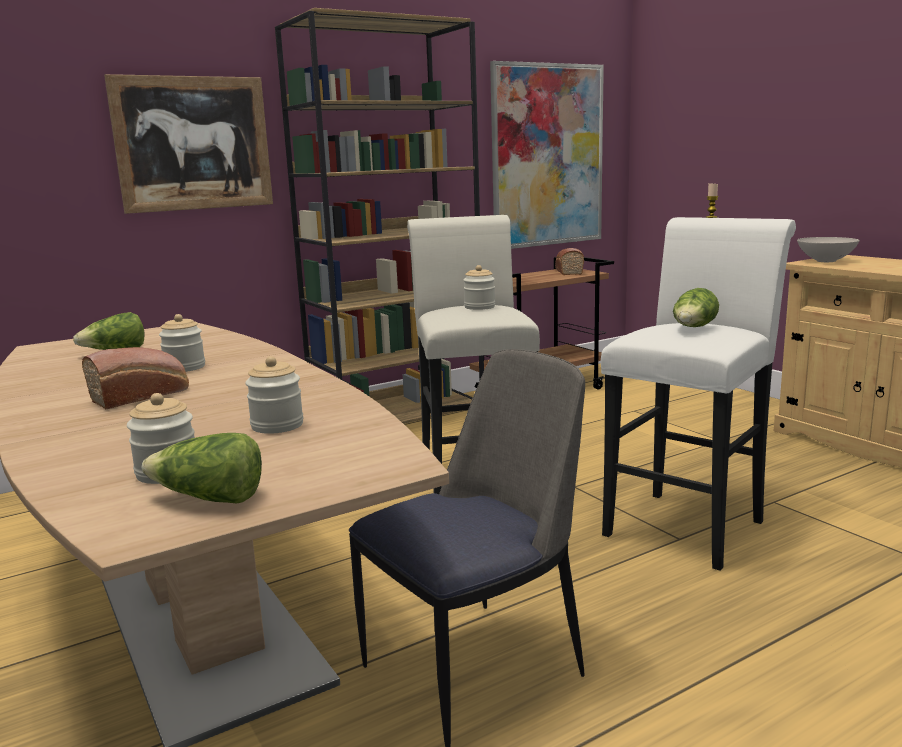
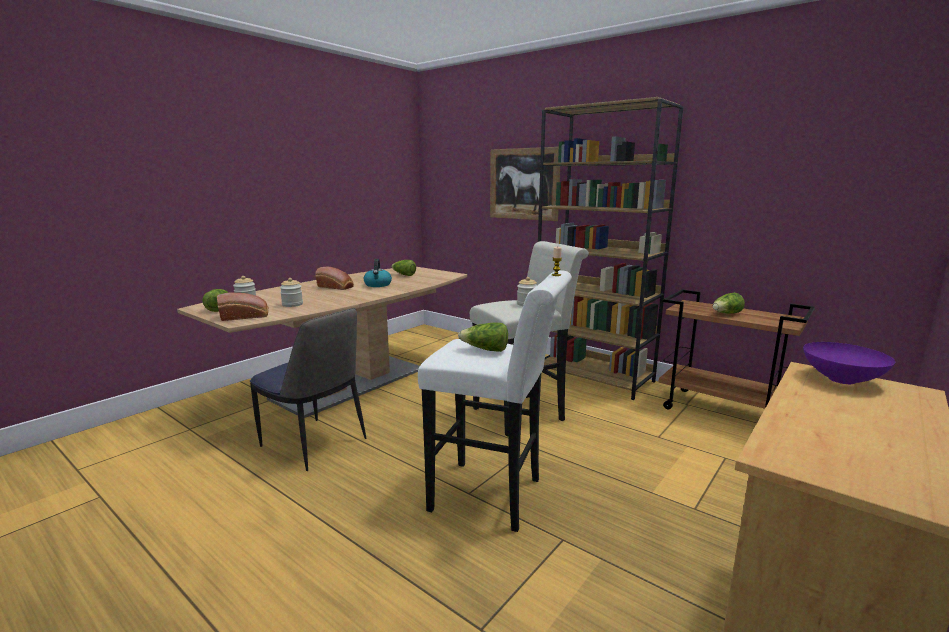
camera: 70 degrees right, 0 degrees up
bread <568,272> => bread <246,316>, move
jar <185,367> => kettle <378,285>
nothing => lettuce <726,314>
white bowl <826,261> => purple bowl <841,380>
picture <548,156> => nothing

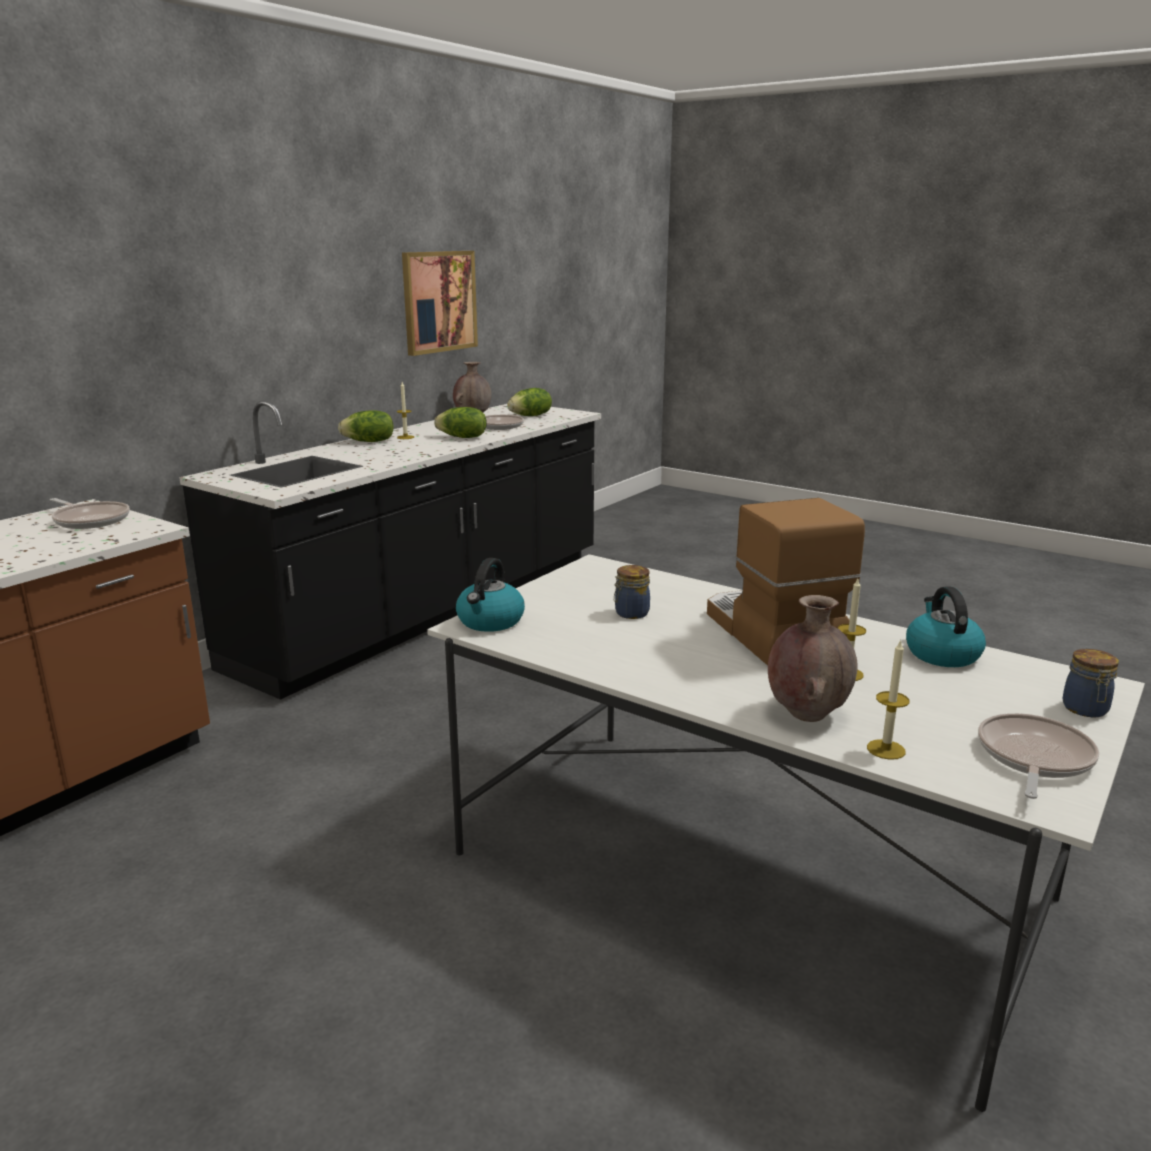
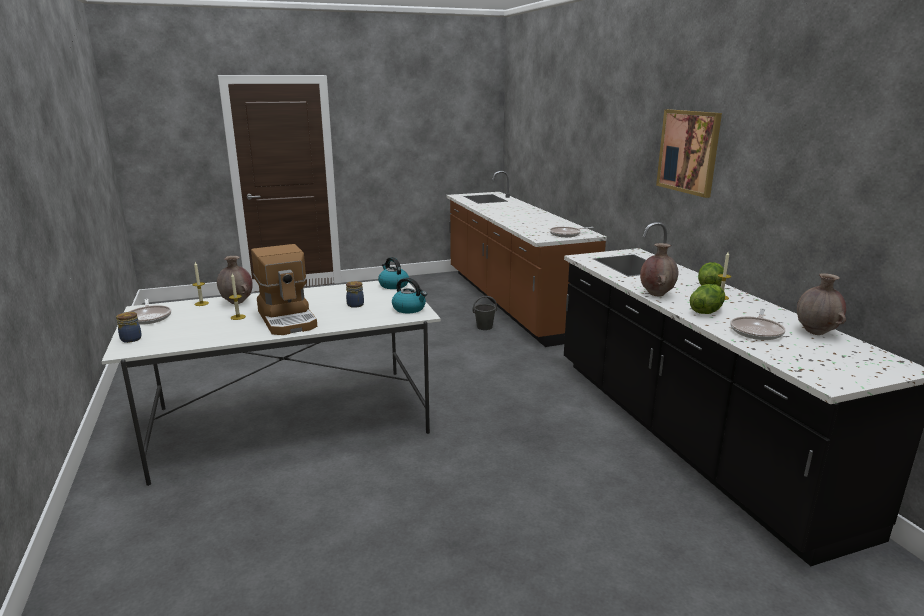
camera: 125 degrees right, 0 degrees up
coffee machine <771,633> => coffee machine <288,319>, 45 degrees clockwise
kettle <941,654> => kettle <409,309>, move
nothing => grey bucket <484,327>
nothing => brown vase <656,294>
picture <439,301> => picture <689,151>, move
lettuce <531,416> => nothing

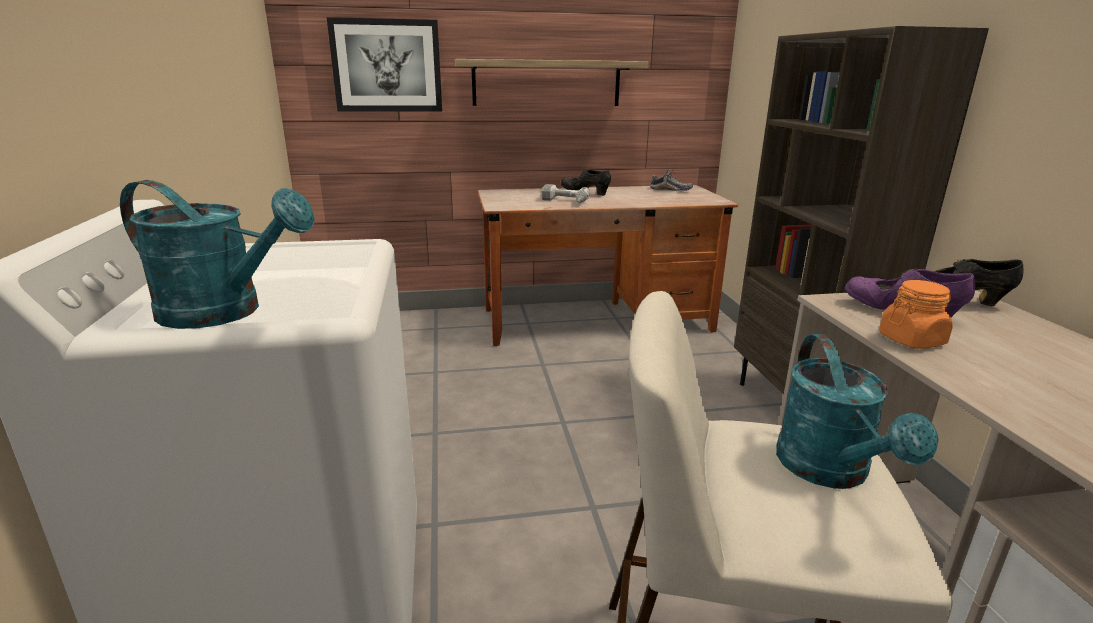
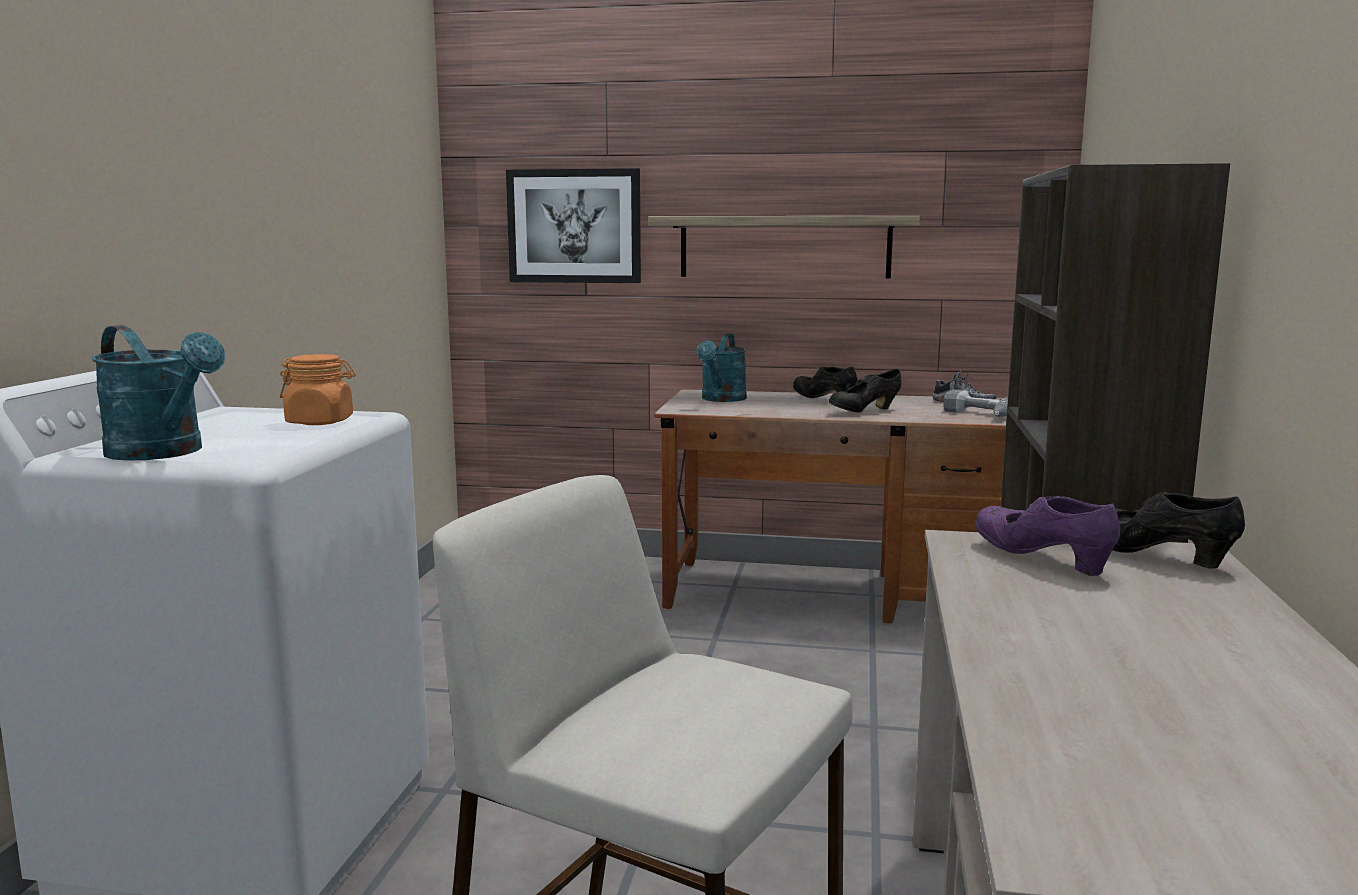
camera: 20 degrees right, 10 degrees down
orange jar <911,340> => orange jar <320,422>, move
turquoise watering can <830,472> => turquoise watering can <721,399>, move
nothing => black shoe <864,412>
power drill <564,201> => power drill <978,414>, move

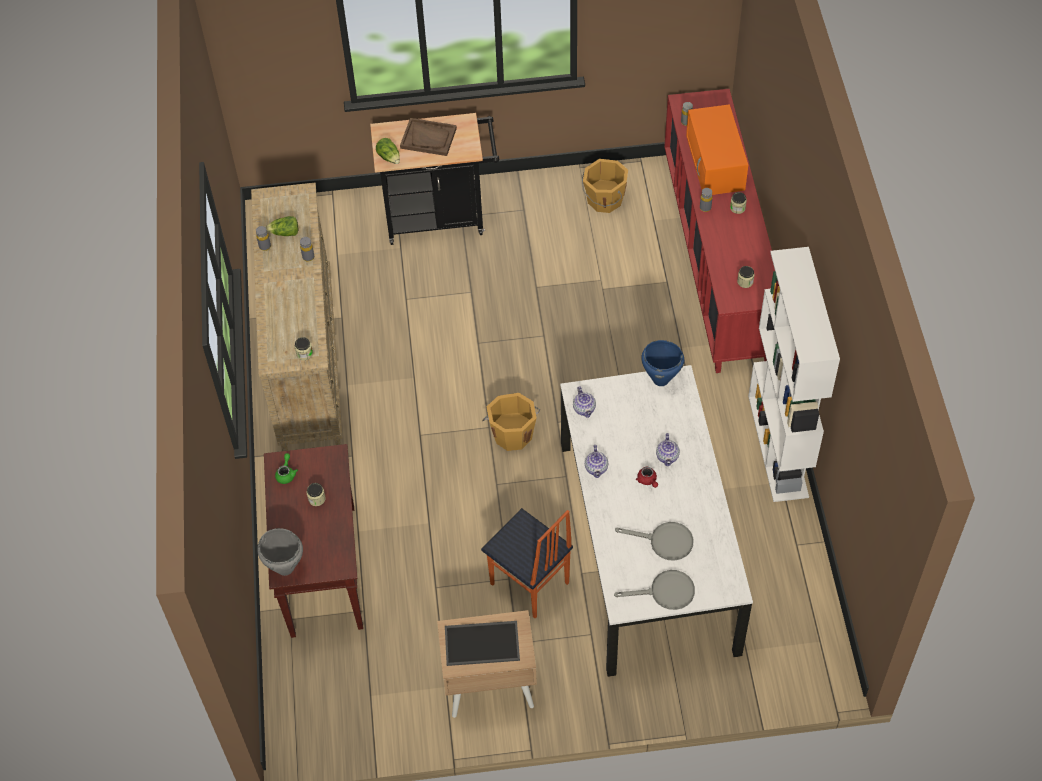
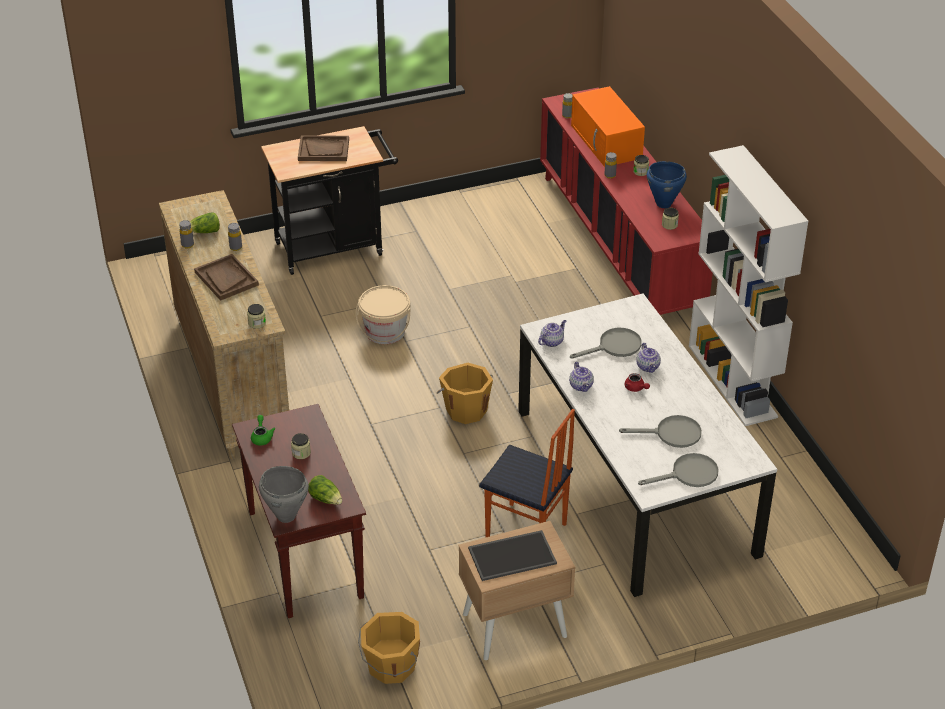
camera: 15 degrees left, 15 degrees down
nothing => brown tray <226,279>
lettuce <389,157> => lettuce <326,499>, move
nothing => beige bucket <385,332>
orange bucket <604,200> => orange bucket <391,666>, move
teapot <584,409> => teapot <552,341>, 105 degrees counterclockwise
nothing => grey frying pan <614,347>
blue cooking pot <660,379> => blue cooking pot <663,203>, move

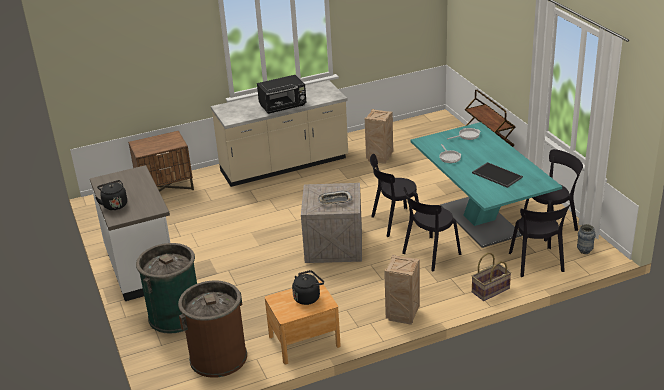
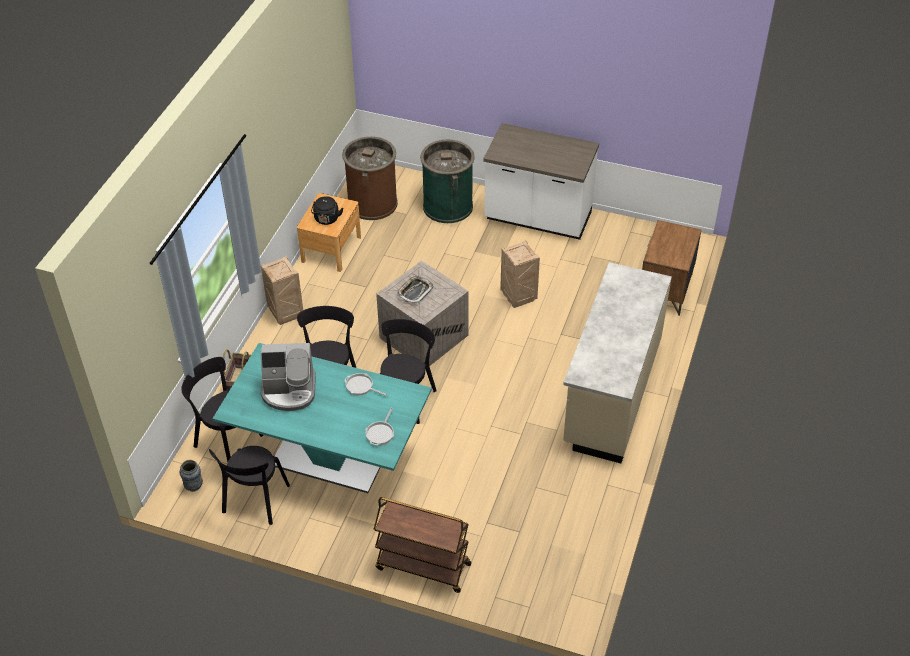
camera: 130 degrees right, 15 degrees up
tray <496,175> => coffee machine <289,391>
crate <379,157> => crate <519,297>, move
black kettle <114,204> => nothing
black microwave <283,106> => nothing

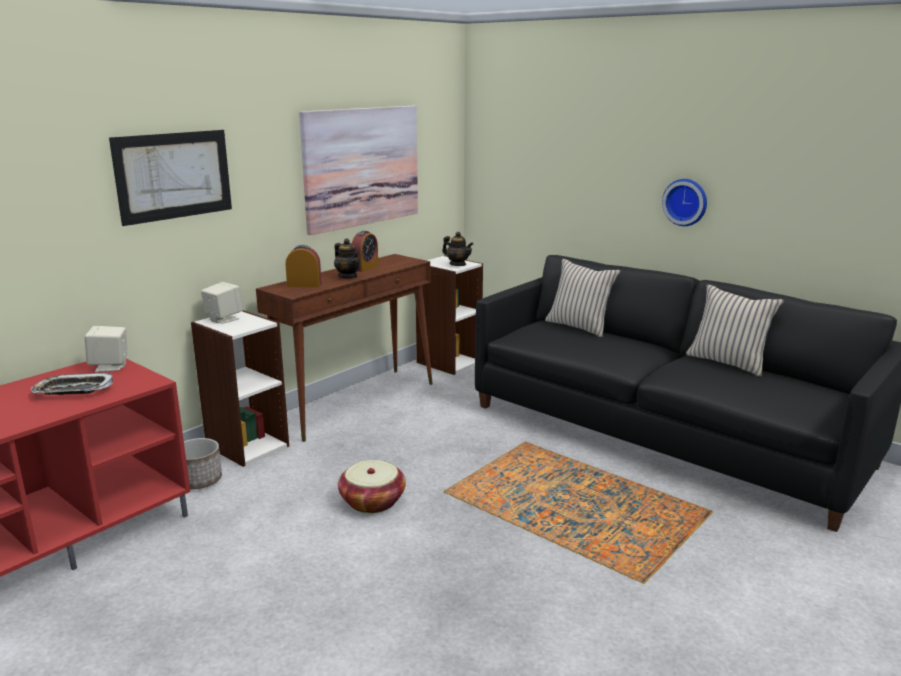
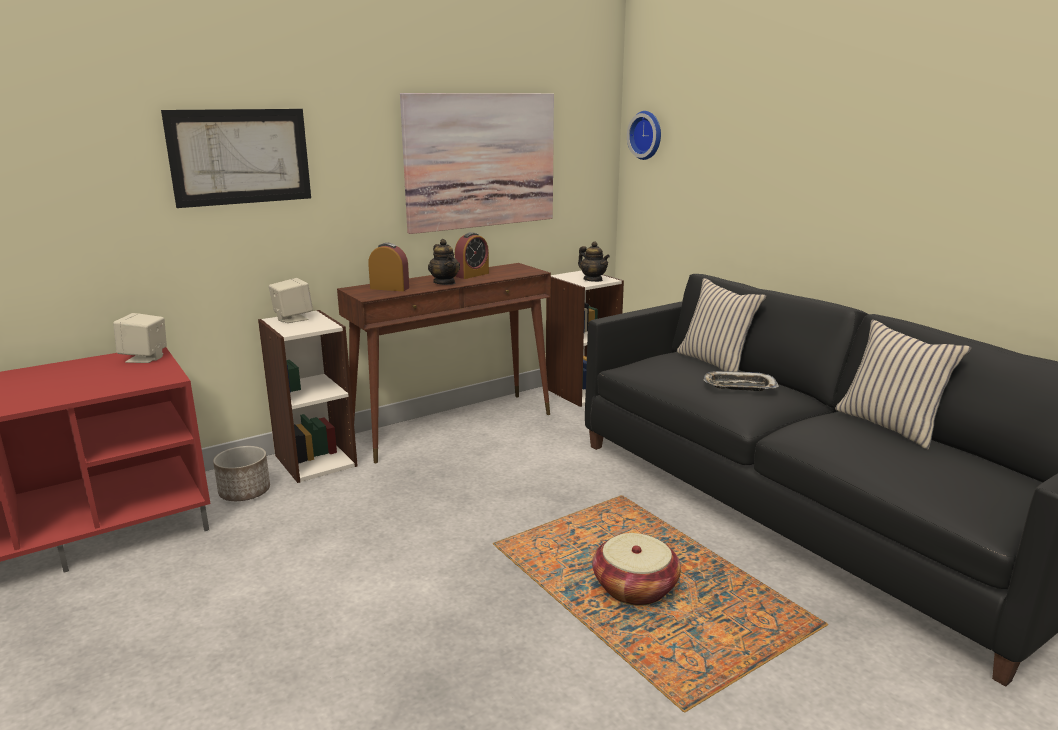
camera: 15 degrees right, 0 degrees up
basket <372,501> => basket <635,588>, move
wall clock <686,202> => wall clock <647,135>, move
tray <73,390> => tray <739,386>, move

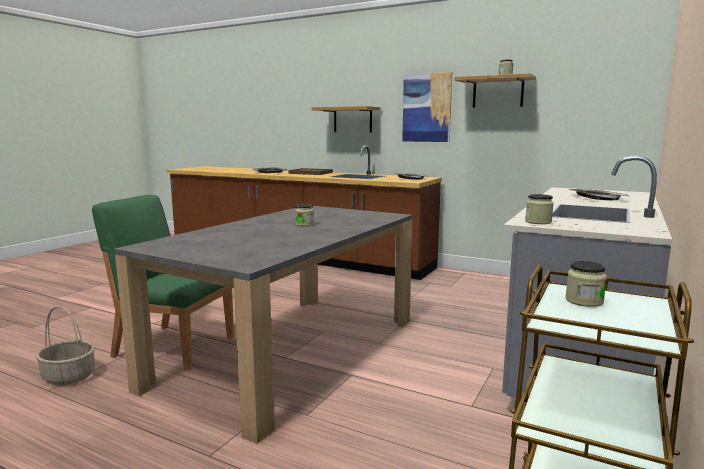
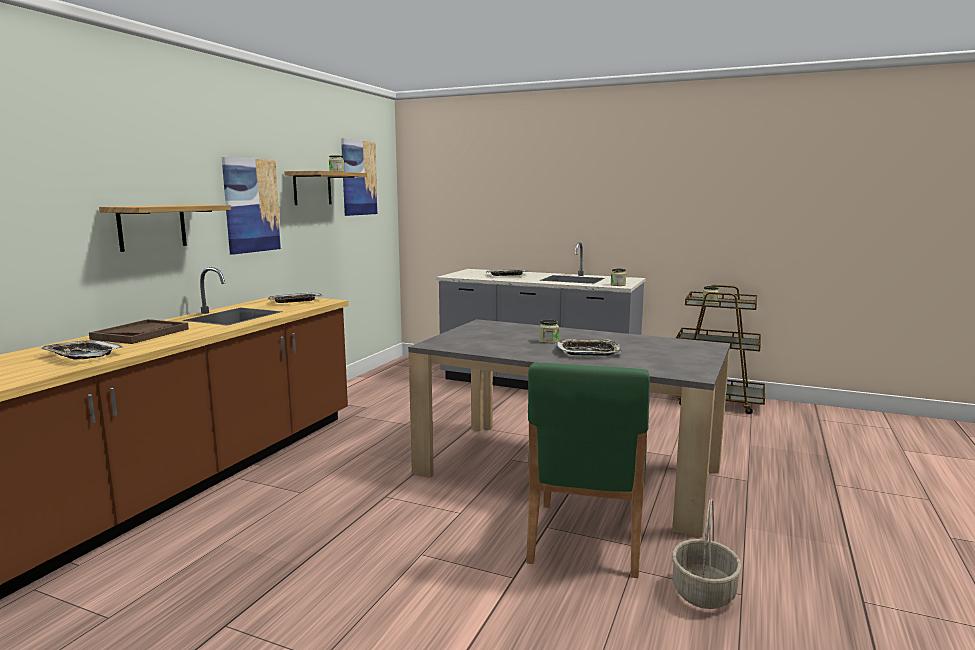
camera: 95 degrees left, 0 degrees up
nothing => picture <359,178>
nothing => tray <588,352>

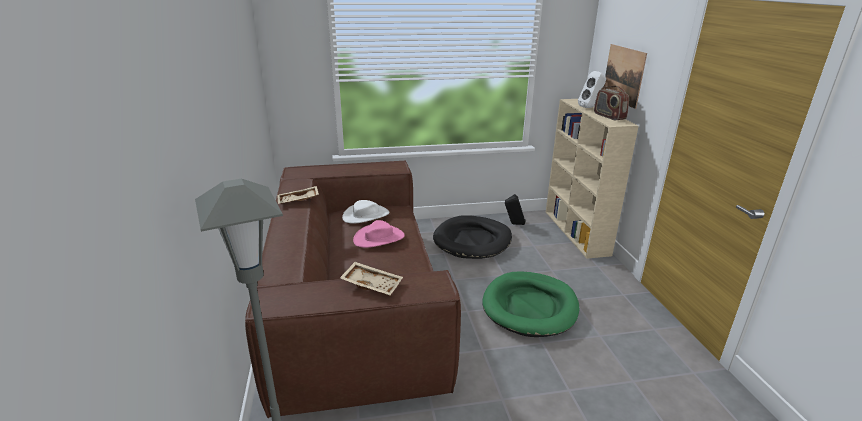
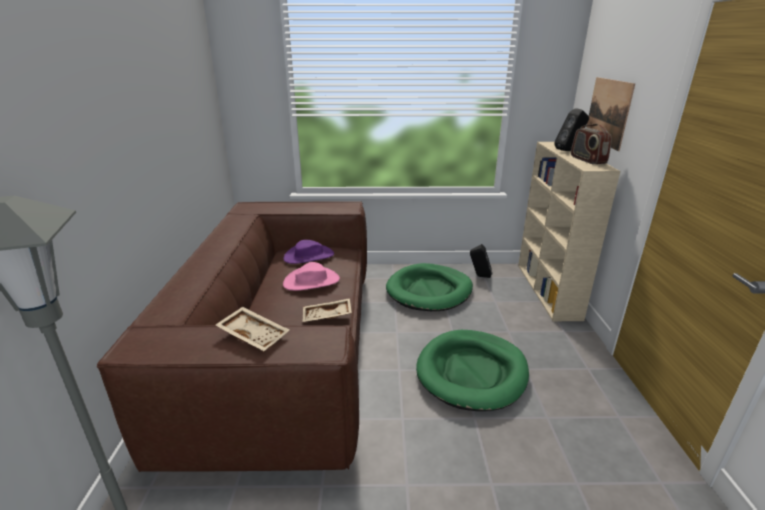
camera: 10 degrees right, 0 degrees up
white hat <366,215> => purple hat <309,256>
beige tray <298,200> => beige tray <327,316>, move
black dog bed <472,240> => green dog bed <429,291>
white speaker <590,107> => black speaker <569,150>

